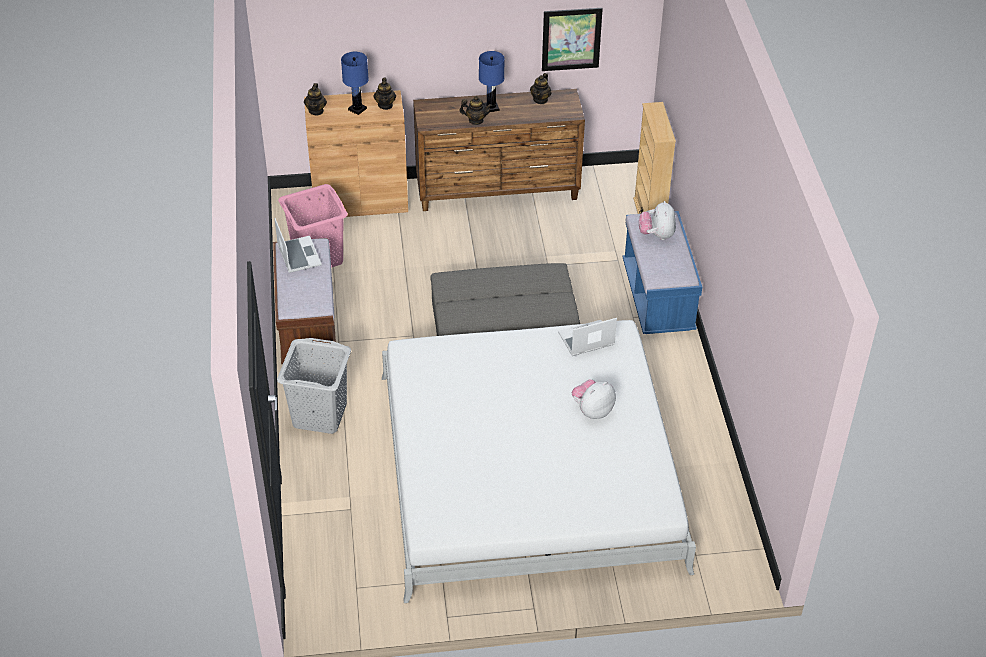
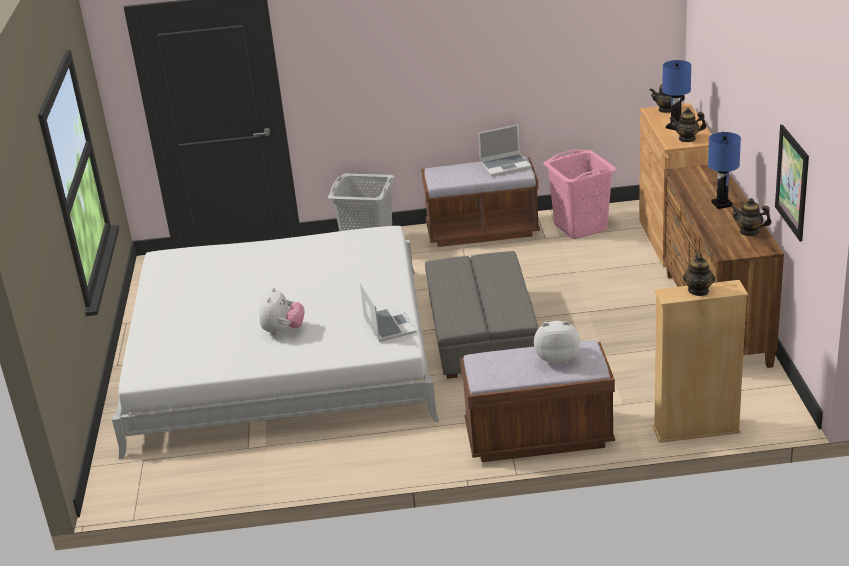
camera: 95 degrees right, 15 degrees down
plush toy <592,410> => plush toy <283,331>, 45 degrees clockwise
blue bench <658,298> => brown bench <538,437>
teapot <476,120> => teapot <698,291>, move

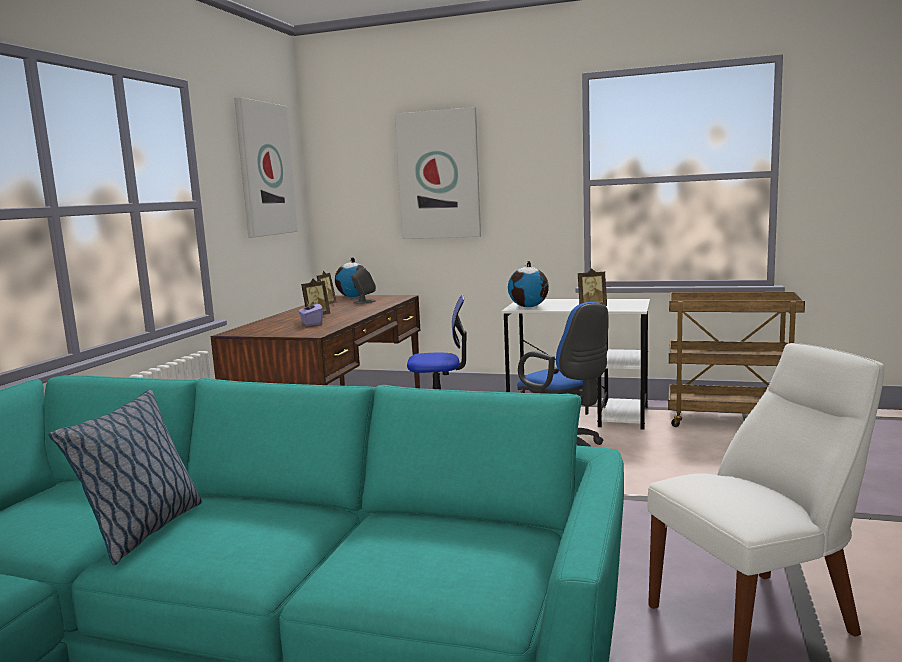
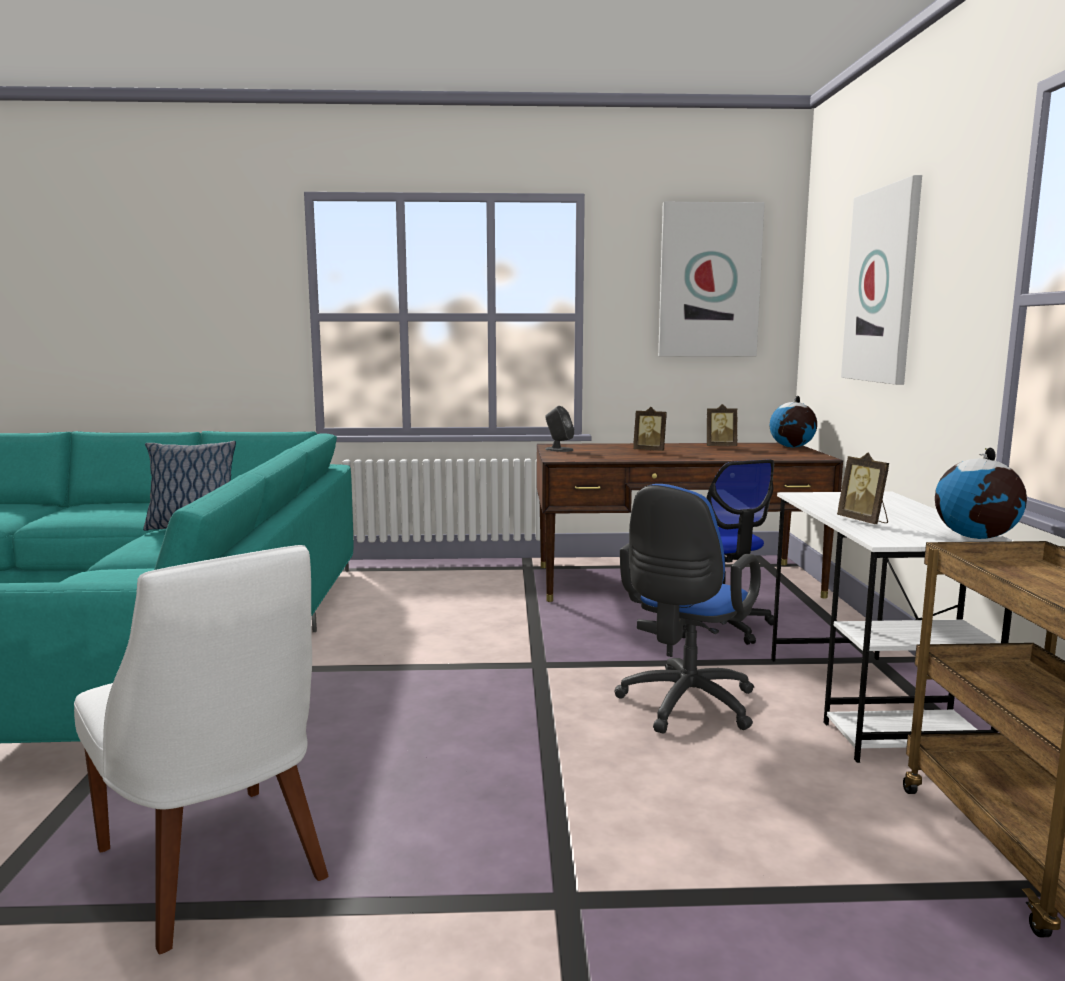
camera: 70 degrees right, 0 degrees up
grey speaker <364,302> => grey speaker <558,449>, move
globe <529,307> => globe <976,537>, move
purple tissue box <311,323> => nothing

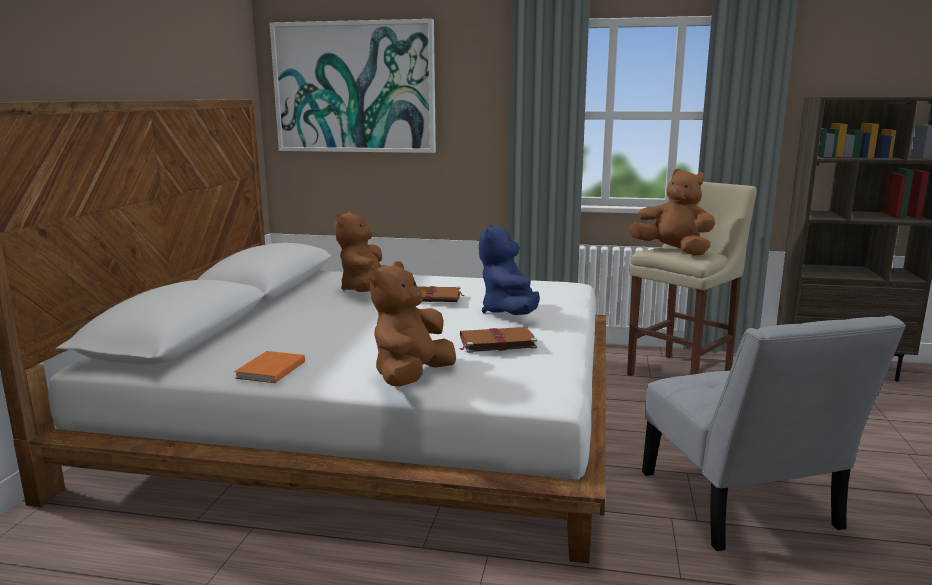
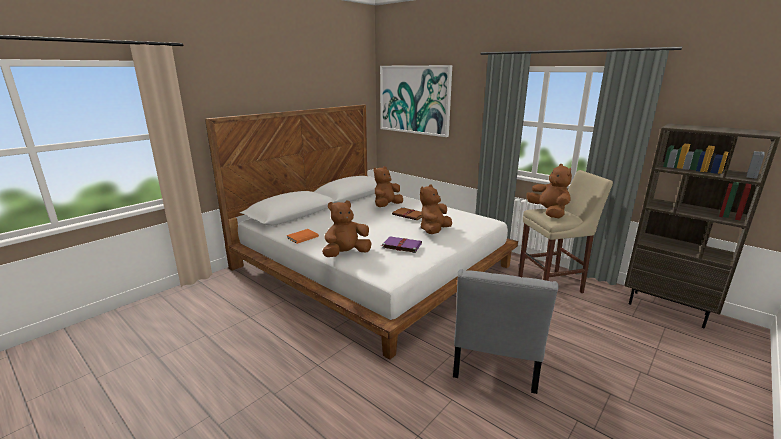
camera: 30 degrees right, 5 degrees up
brown book <496,342> => purple book <401,245>
blue plush toy <509,313> => brown plush toy <434,231>

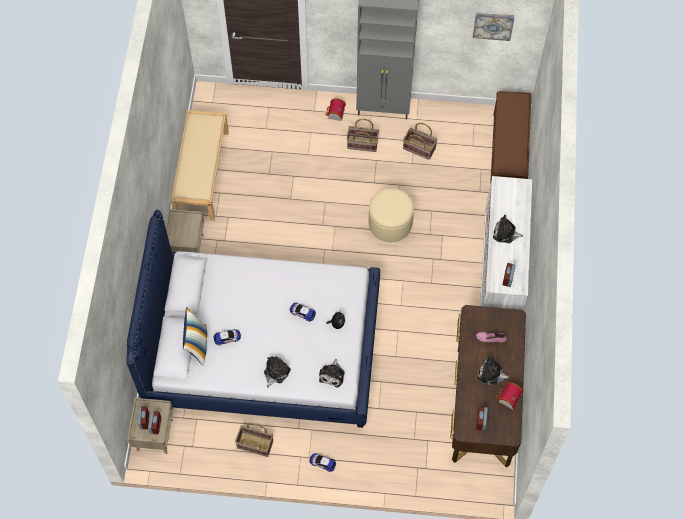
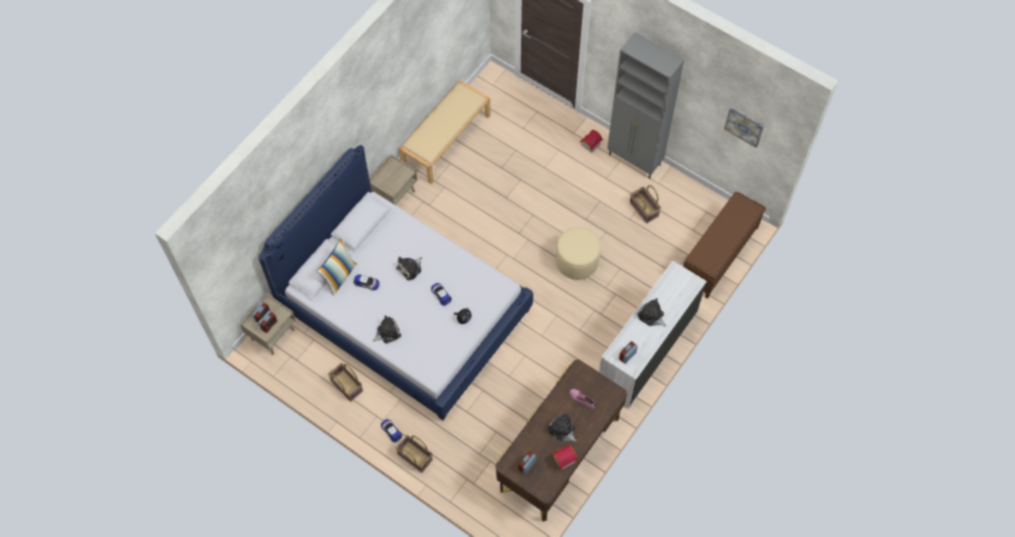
camera: 30 degrees right, 0 degrees up
plush toy <332,375> => plush toy <410,268>, move
basket <362,144> => basket <414,457>, move

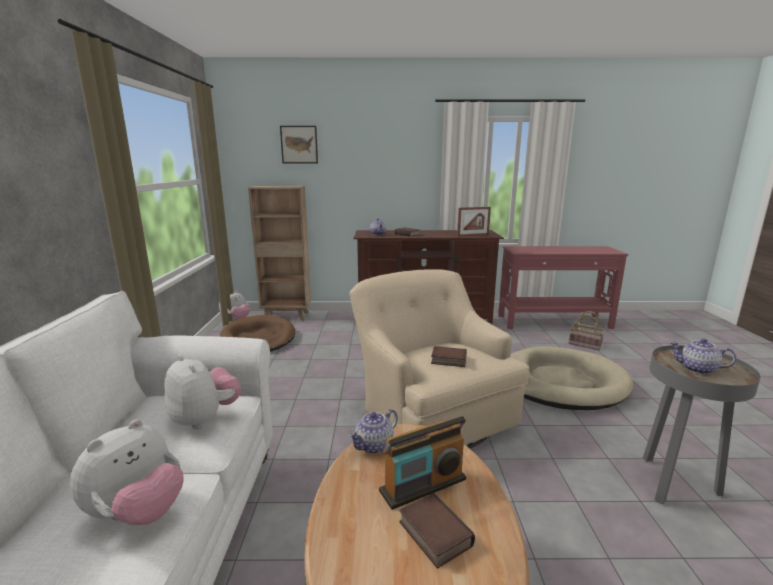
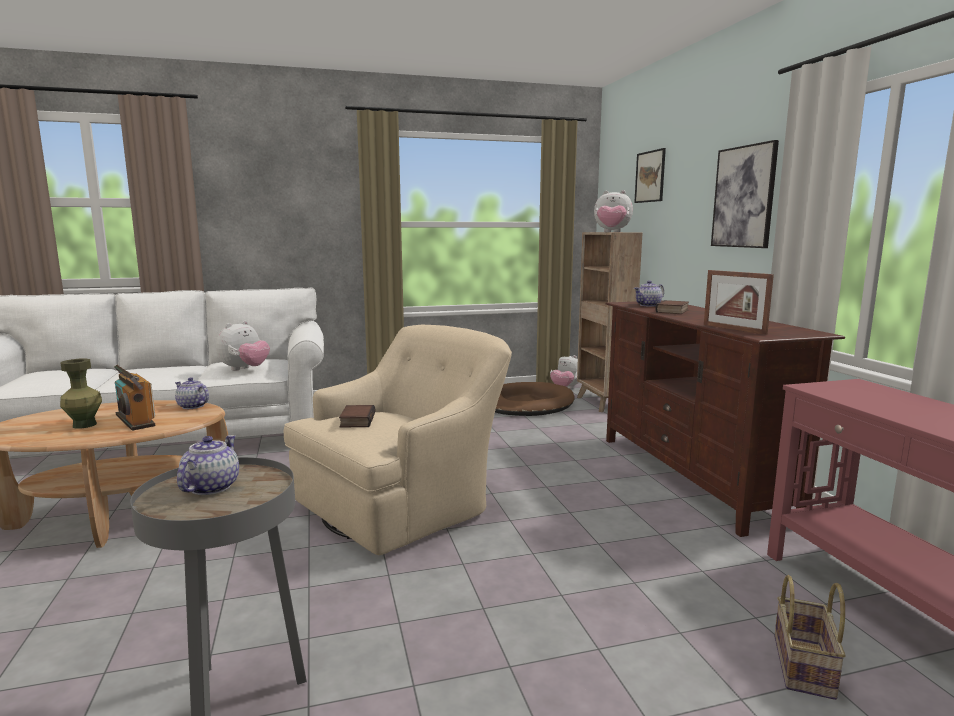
camera: 75 degrees right, 5 degrees down
book <432,534> => green vase <84,425>
plush toy <138,513> => plush toy <611,232>, move
nothing => picture <744,197>
beige dog bed <561,383> => nothing

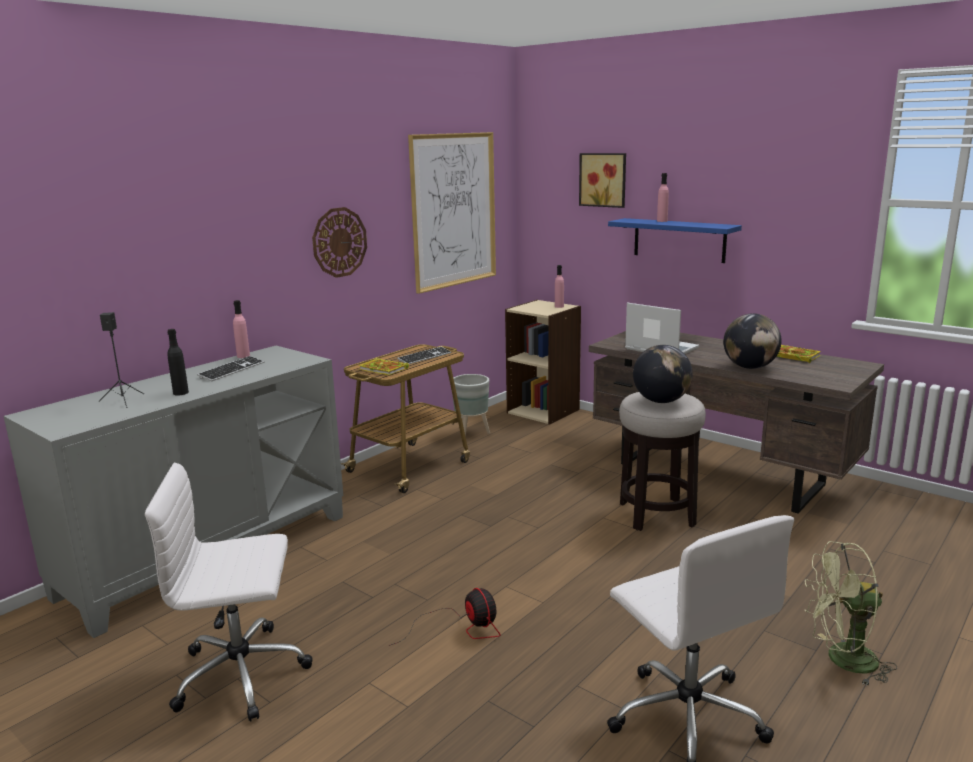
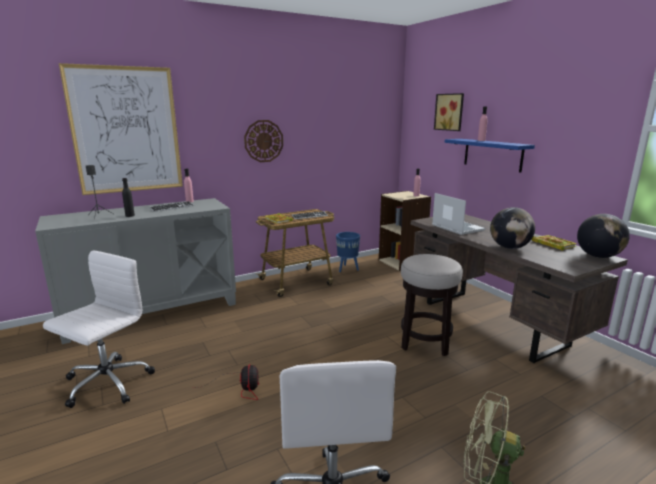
camera: 20 degrees right, 0 degrees up
white office chair <244,674> => white office chair <106,384>, 105 degrees clockwise
picture <454,210> => picture <126,130>, move
grey planter <472,434> => blue planter <347,269>
globe <661,401> => globe <598,256>, move

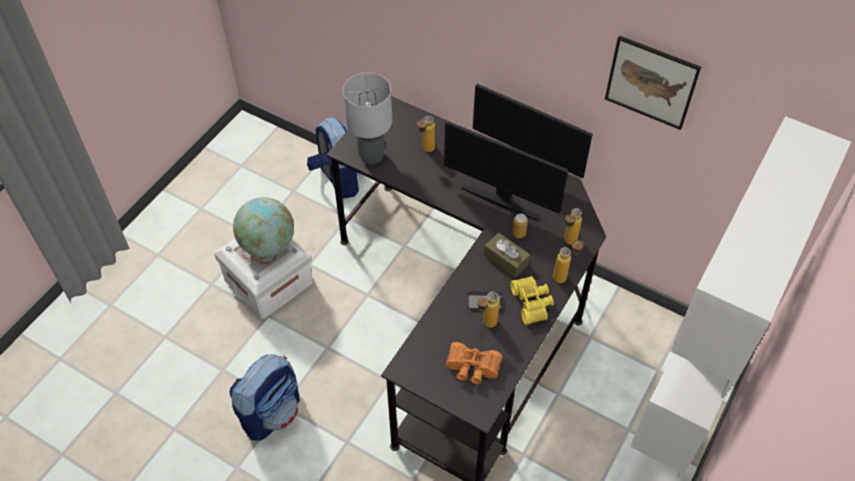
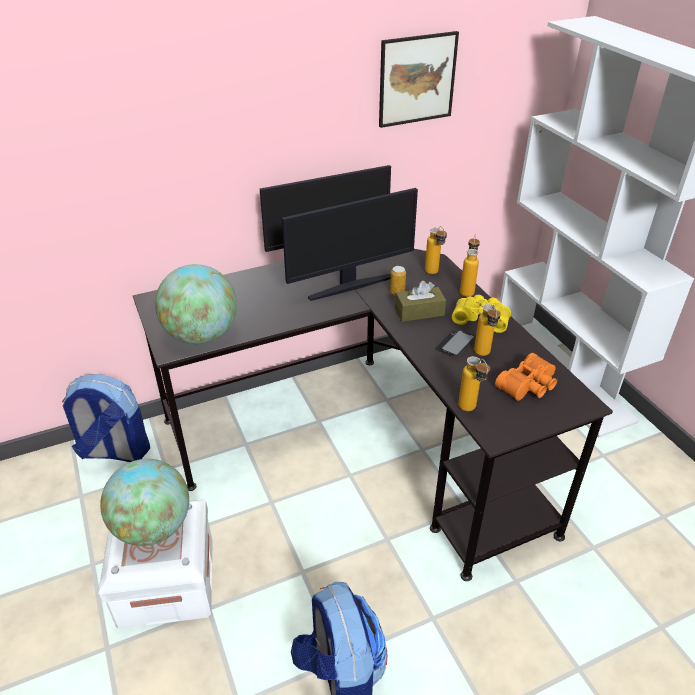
camera: 55 degrees left, 15 degrees down
grey table lamp <372,156> => globe <201,335>
bottle <425,151> => bottle <470,411>, move

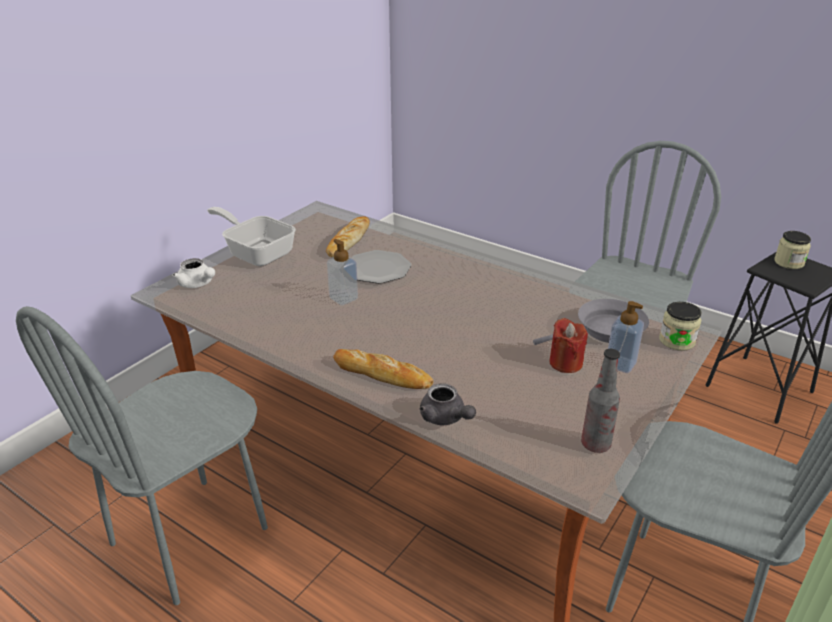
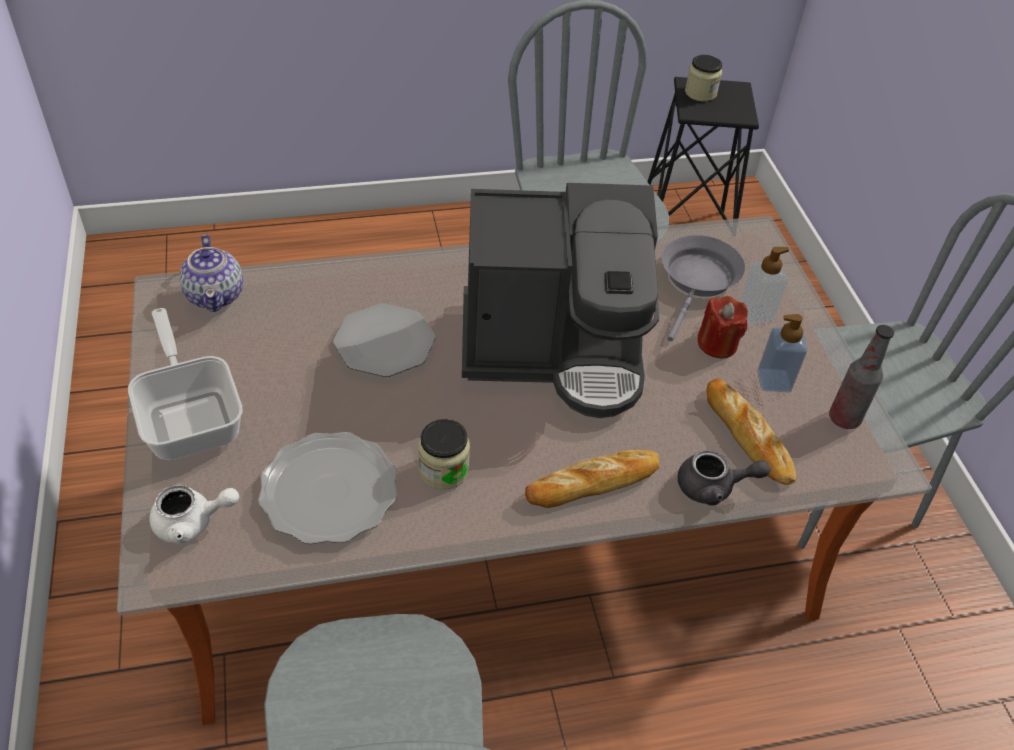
camera: 50 degrees left, 15 degrees up
frying pan <256,252> => frying pan <191,416>, 75 degrees clockwise
nothing => teapot <216,295>
nothing => plate <329,490>
jar <677,341> => jar <443,470>, move
nothing => coffee machine <555,350>
bread <348,241> => bread <747,436>, move
soap dispenser <343,298> => soap dispenser <774,381>, move

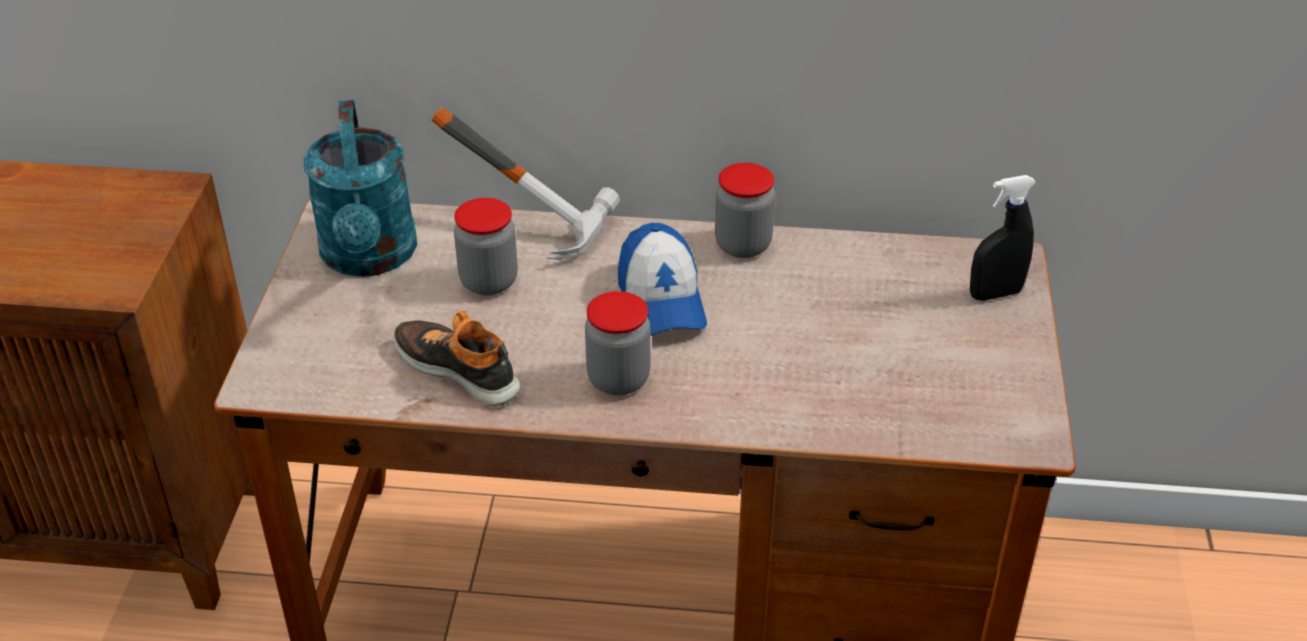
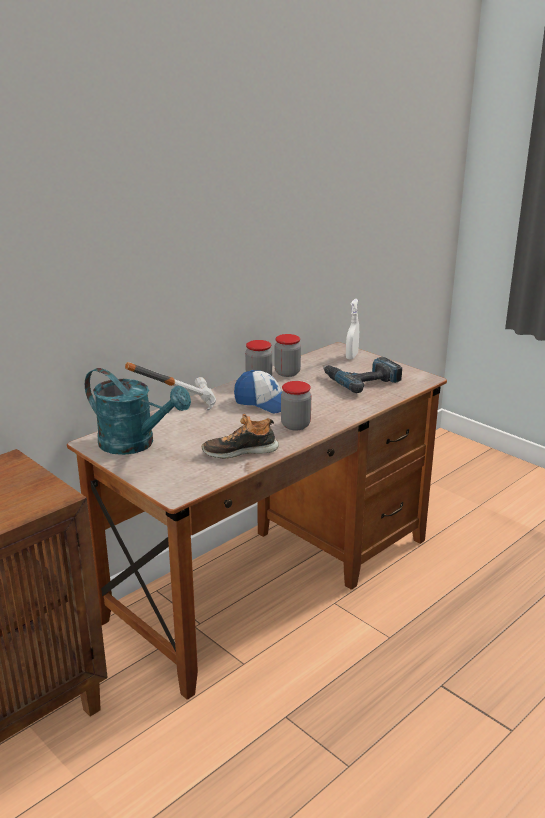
camera: 50 degrees left, 15 degrees down
jar <489,281> => jar <287,373>, move
nothing => power drill <362,380>
black spray bottle <995,294> => white spray bottle <351,356>

